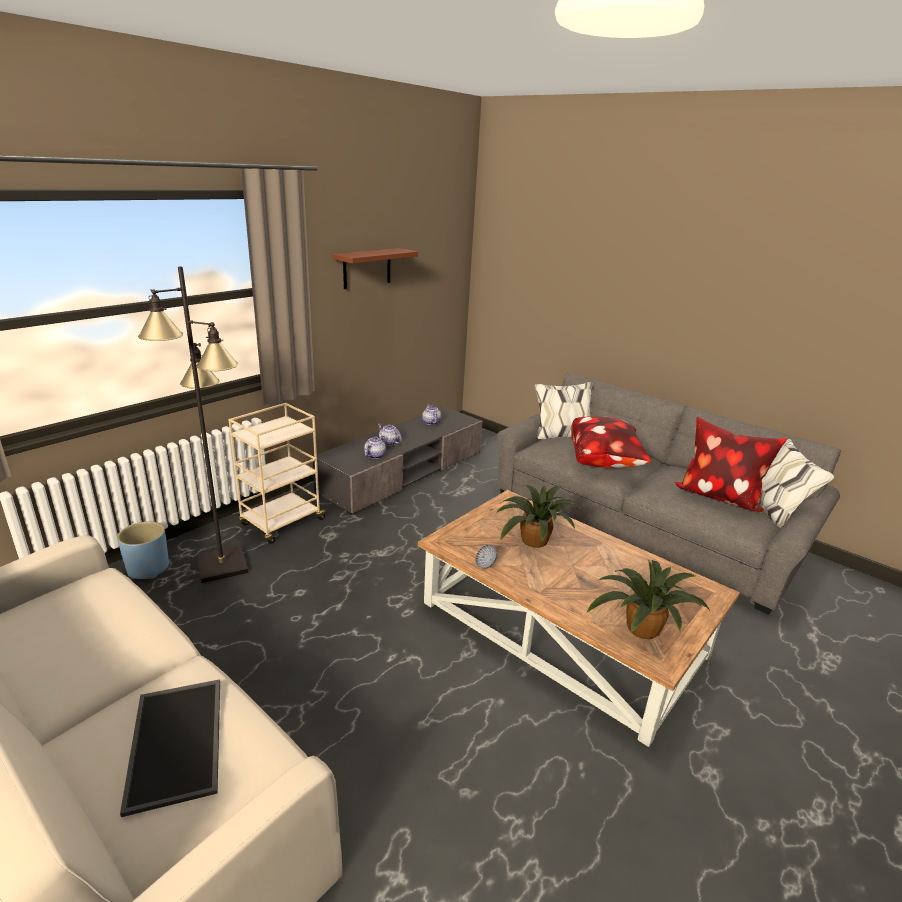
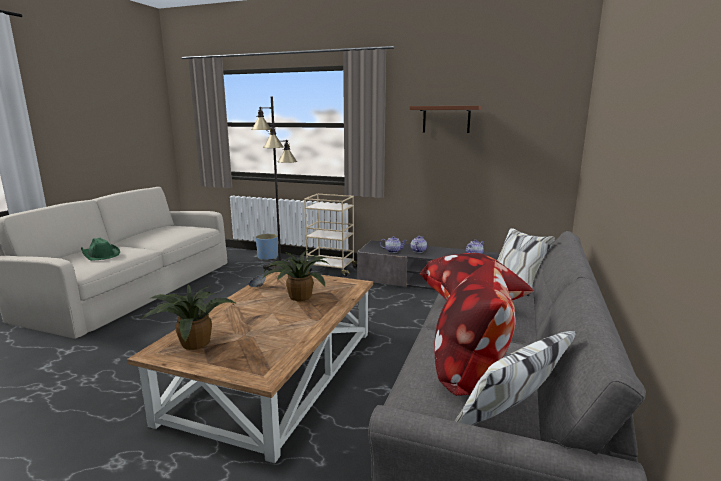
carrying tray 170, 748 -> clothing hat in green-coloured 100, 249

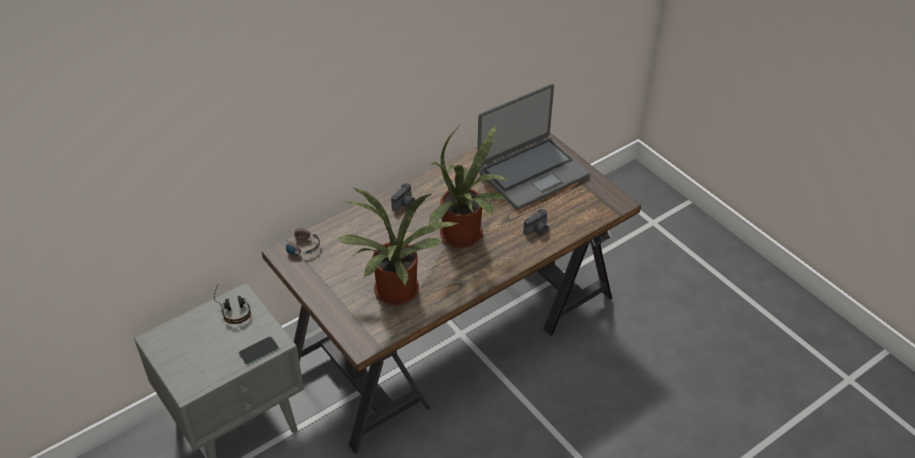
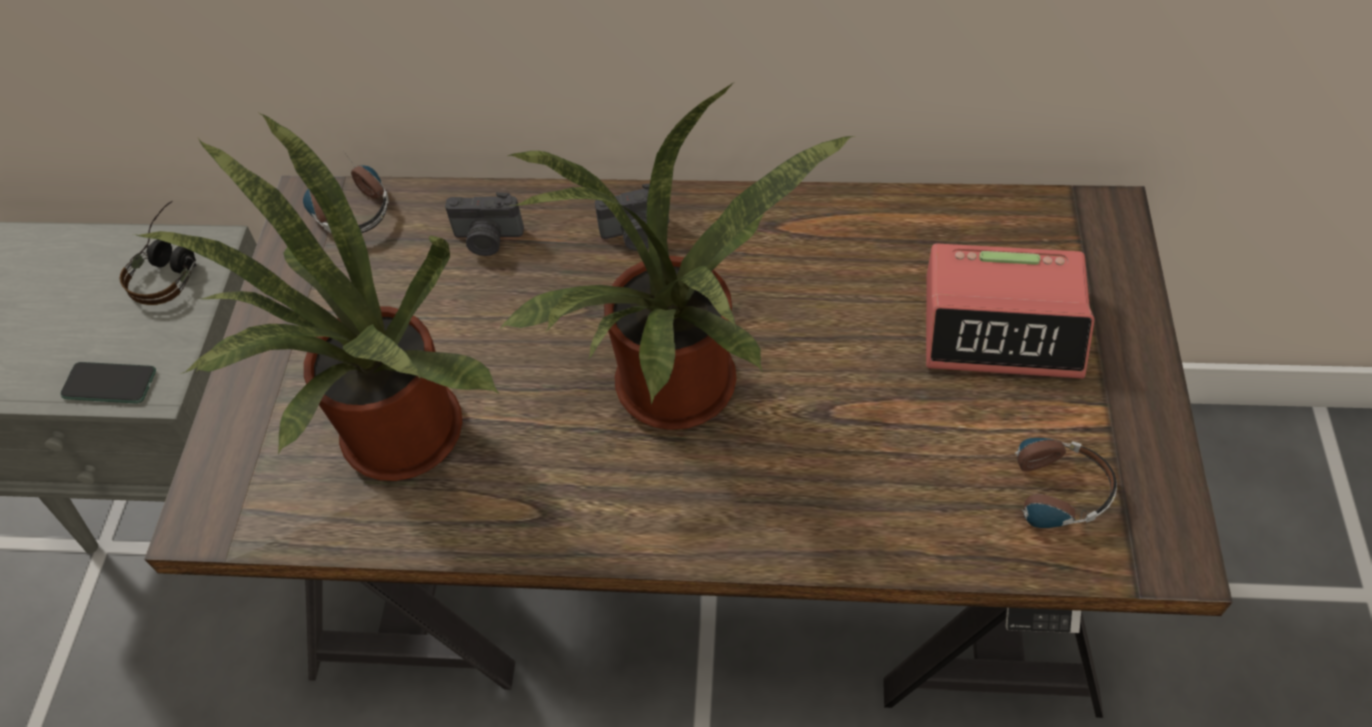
portable computer 533, 146 -> bedside clock 1010, 311
photo camera 536, 222 -> photo camera 484, 224, shifted
none -> headphones 1047, 483

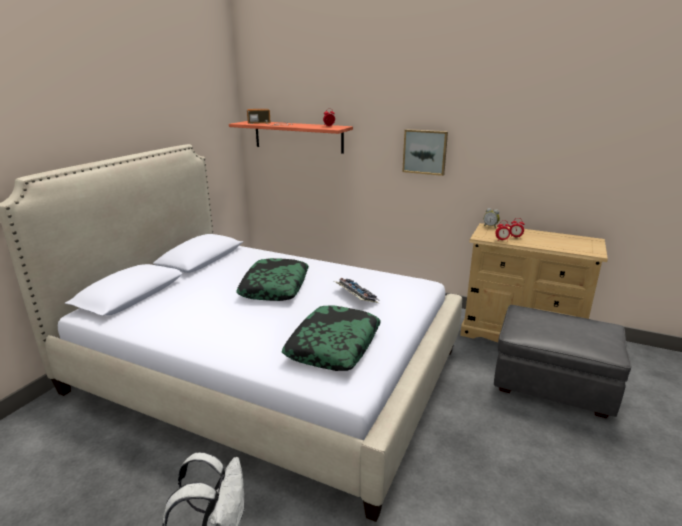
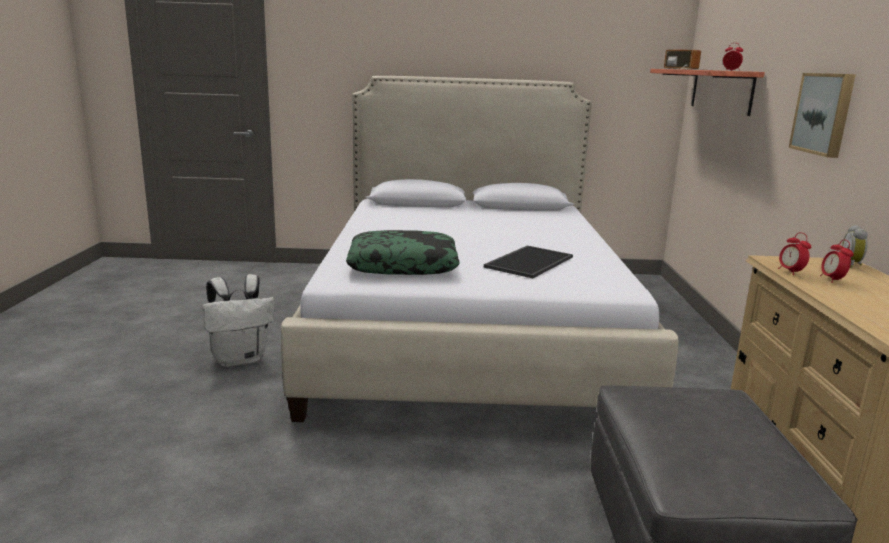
pillow 272, 279 -> none
PC keyboard 356, 290 -> carrying tray 528, 262

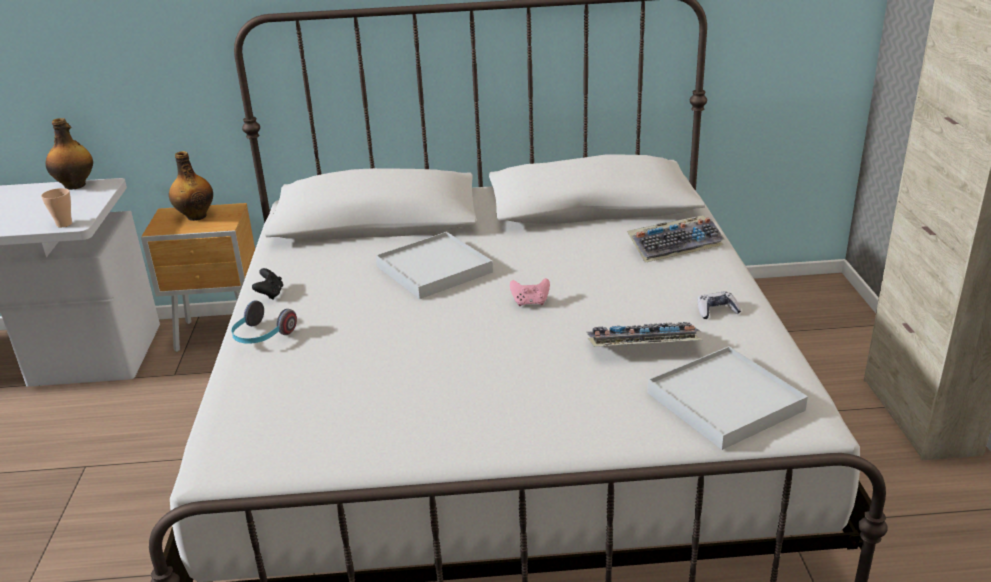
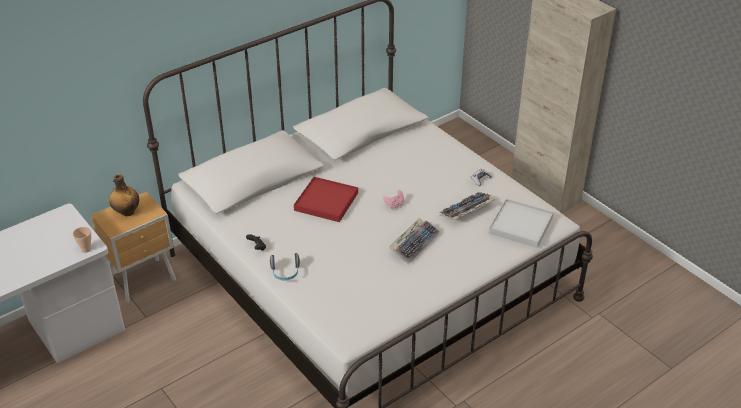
bottle 69, 154 -> none
PC keyboard 676, 239 -> PC keyboard 414, 241, shifted
carrying tray in whitish 434, 265 -> carrying tray in red 326, 199

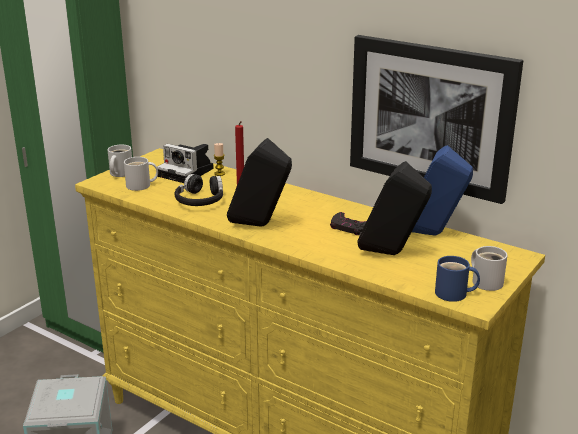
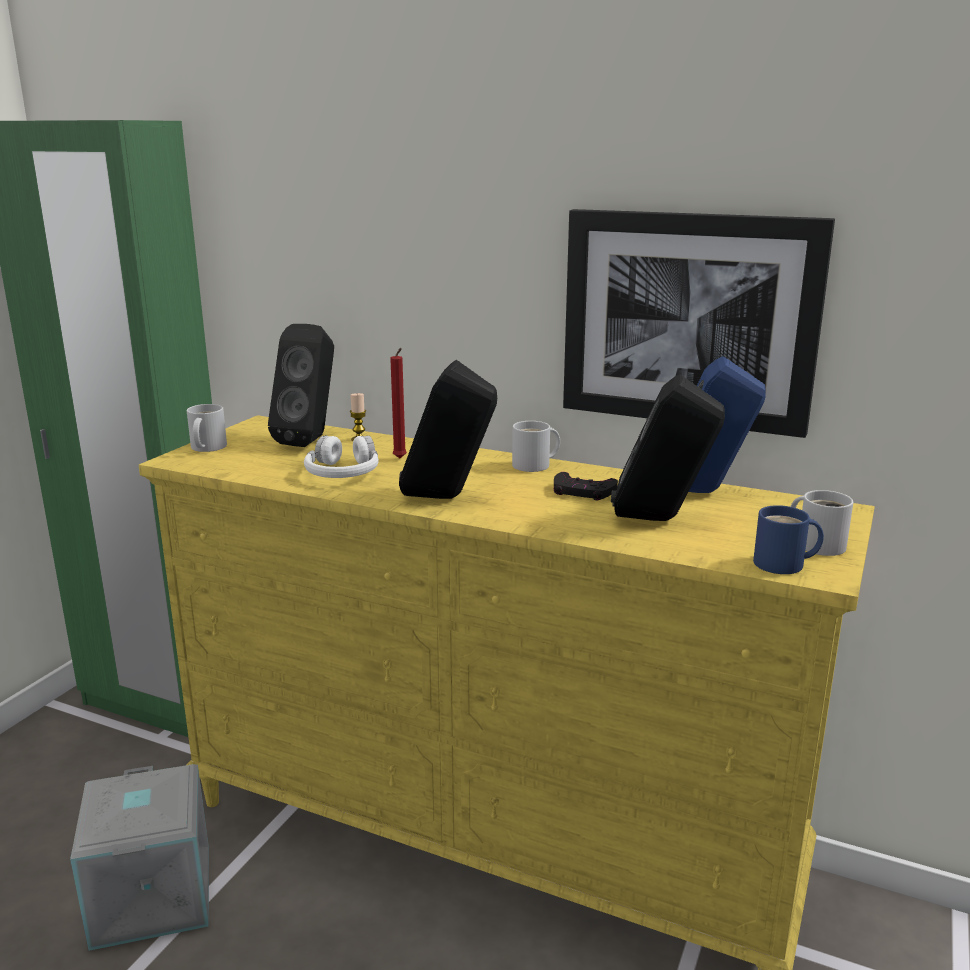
photo camera 185, 163 -> audio speaker in black-coloured 301, 385
coffee mug in whitish 141, 174 -> coffee mug in whitish 536, 446, shifted
headphones in black-coloured 198, 190 -> headphones in whitish 341, 456

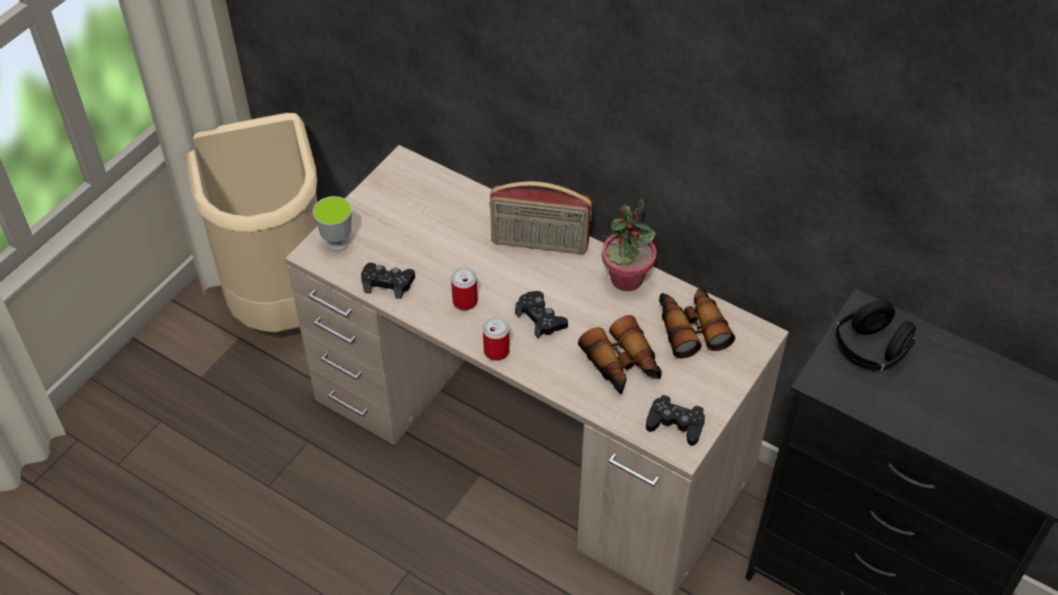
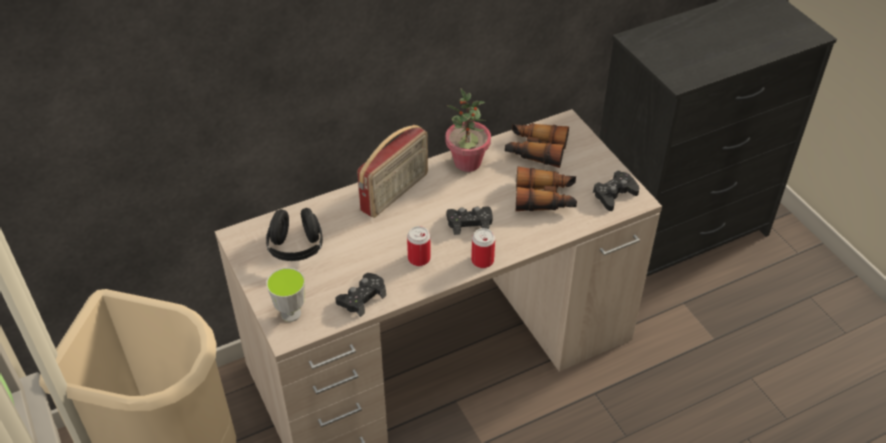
headphones in black-coloured 875, 336 -> headphones in black-coloured 294, 234, shifted

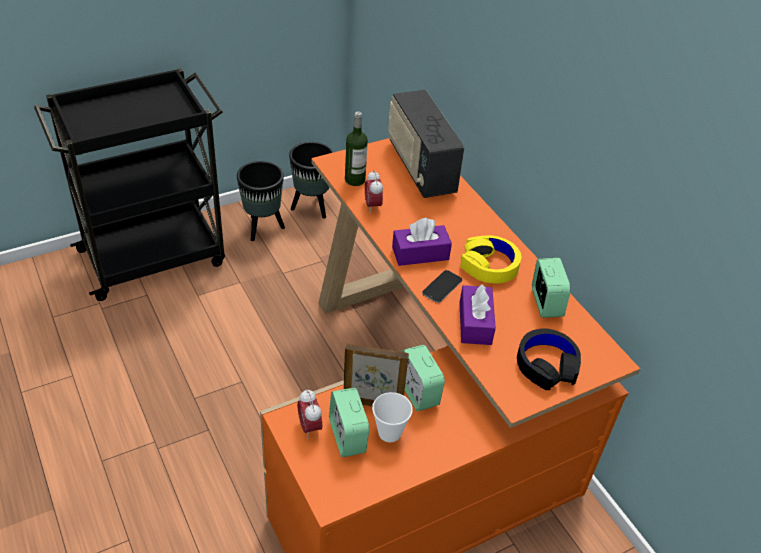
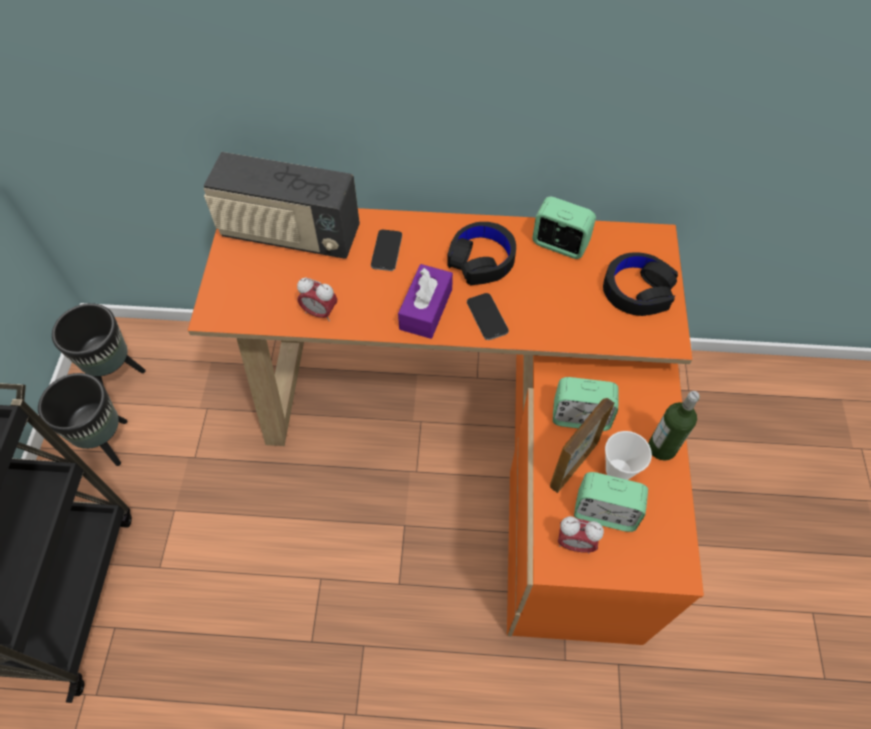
bottle 356, 149 -> bottle 674, 426, shifted
headphones in yellow 491, 259 -> headphones in black-coloured 481, 253
tissue holder in purple-coloured 478, 314 -> none
none -> telephone 386, 250

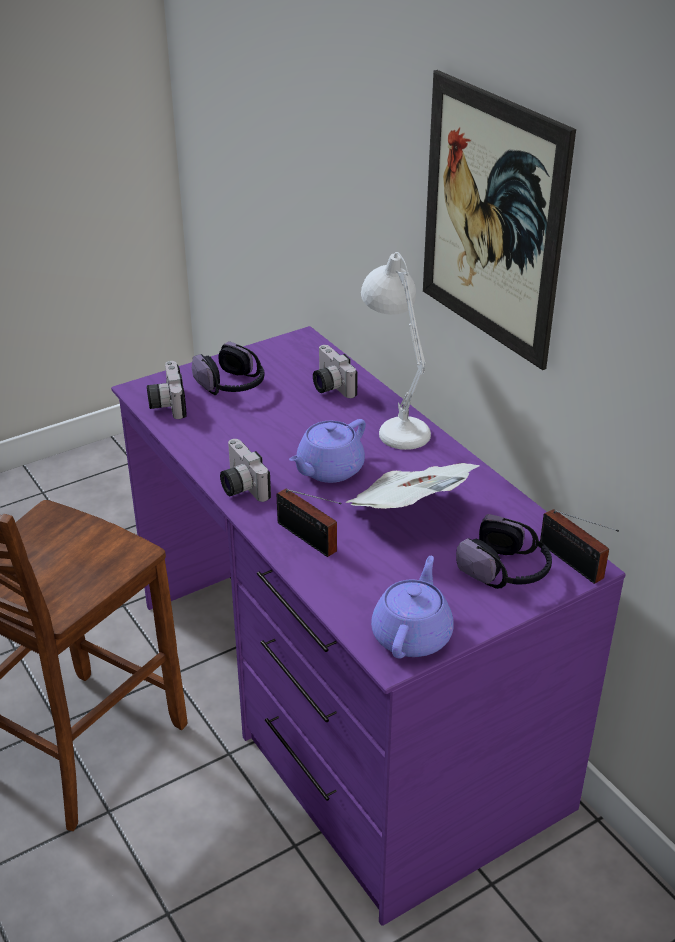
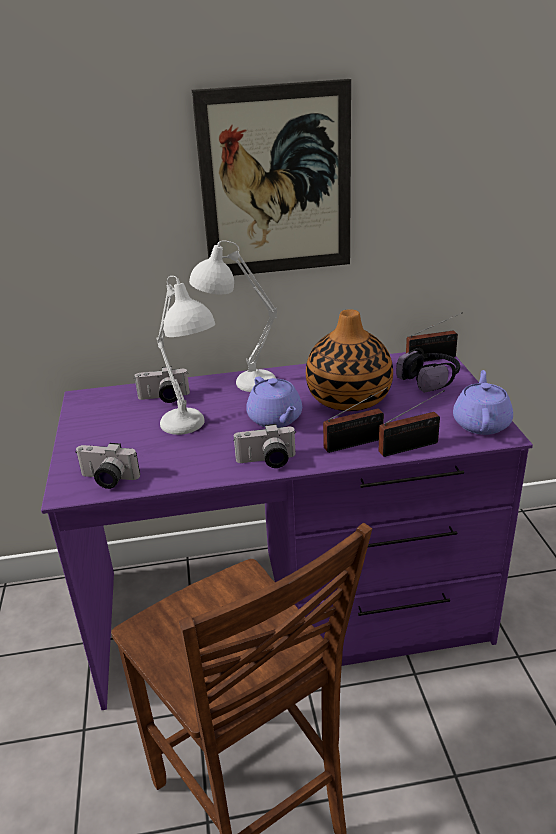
headphones 228, 368 -> none
daily paper 412, 486 -> decorative vase 349, 360
pot for tea in purple-coloured 412, 607 -> pot for tea in purple-coloured 483, 402, 60 degrees clockwise
none -> table lamp in whitish 185, 355
none -> radio receiver 412, 423

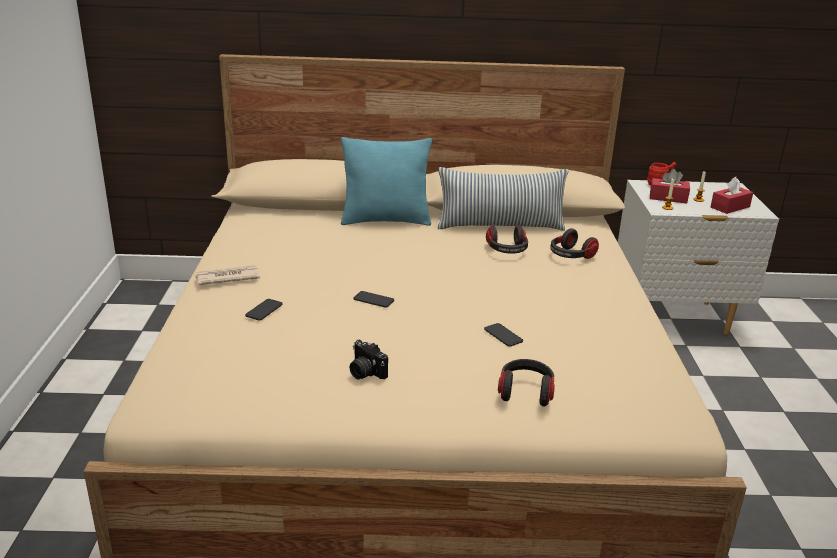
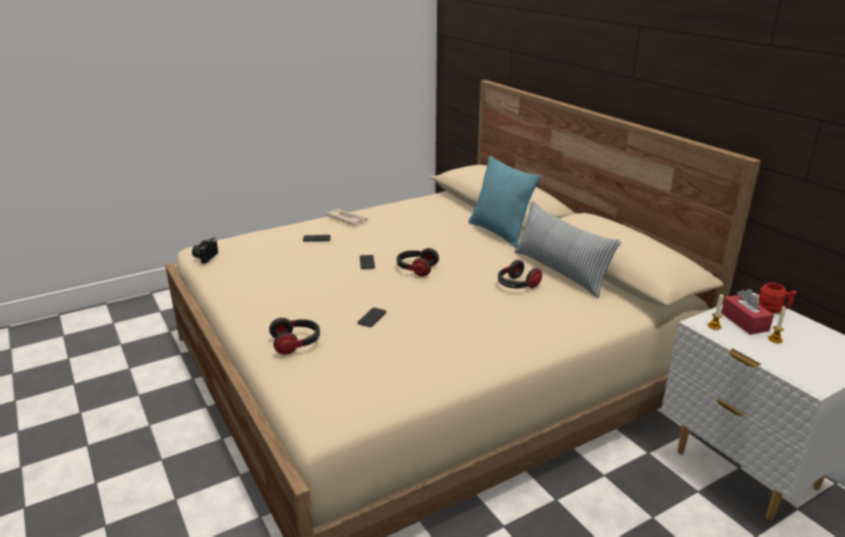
tissue holder in red 731, 195 -> none
headphones 574, 243 -> headphones 418, 262, shifted
photo camera 368, 359 -> photo camera 205, 250, shifted

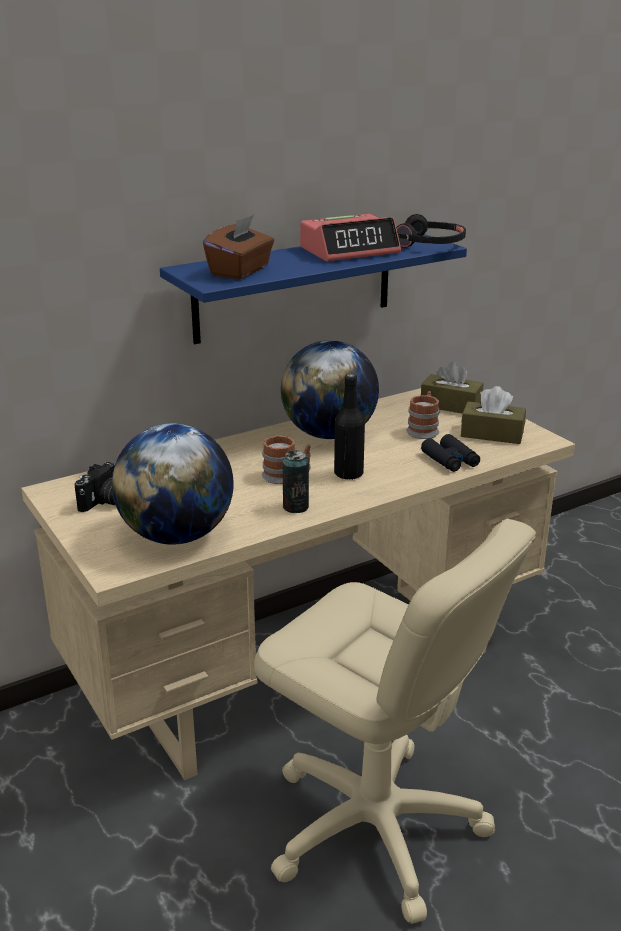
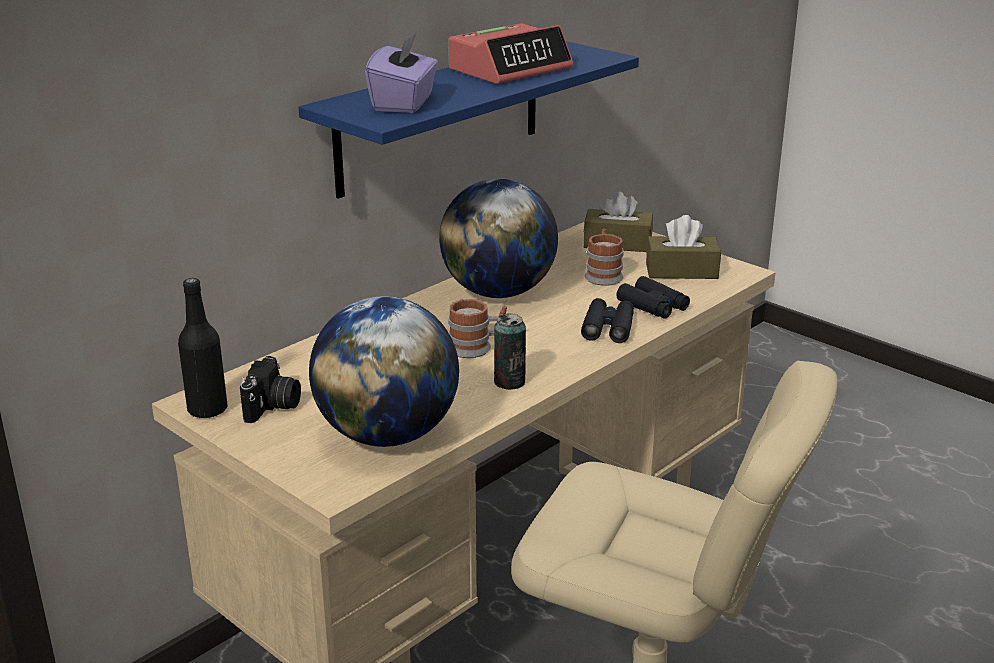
headphones in black-coloured 431, 231 -> none
tissue holder in brownish 238, 247 -> tissue holder in purple-coloured 401, 73
bottle in black-coloured 349, 427 -> bottle in black-coloured 202, 348, shifted
none -> pair of binoculars in black-coloured 607, 320

